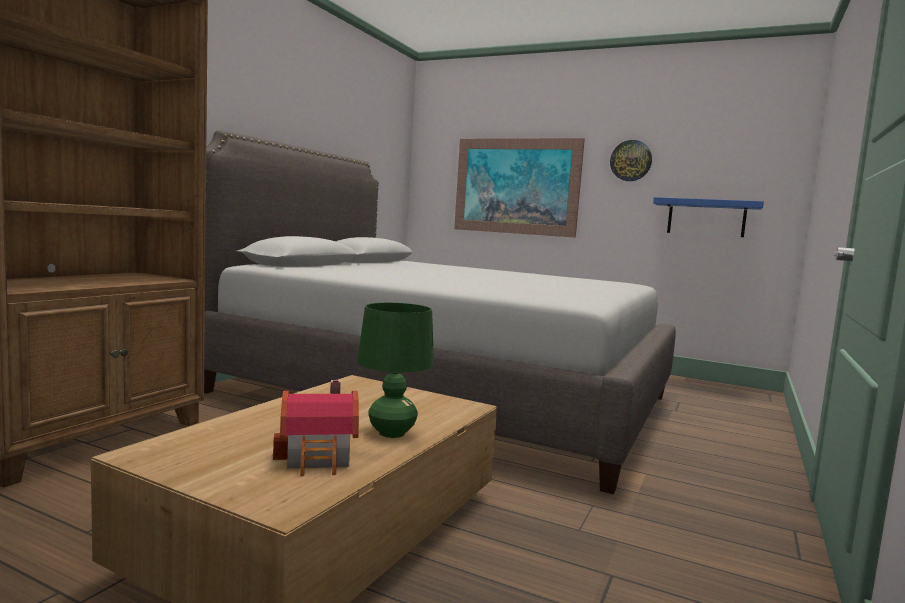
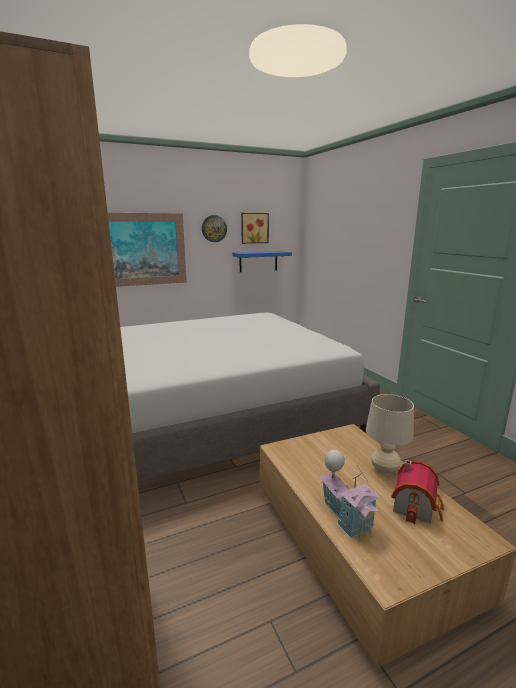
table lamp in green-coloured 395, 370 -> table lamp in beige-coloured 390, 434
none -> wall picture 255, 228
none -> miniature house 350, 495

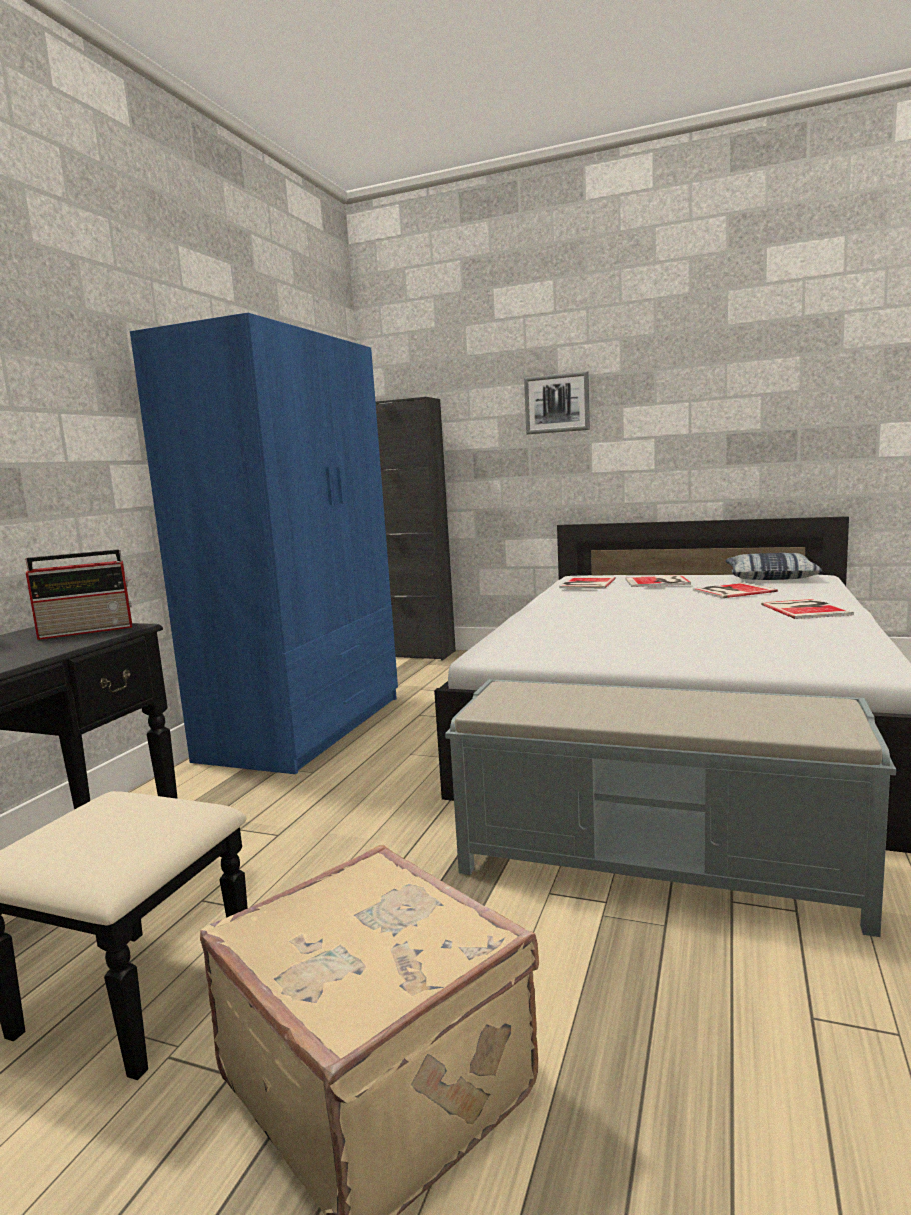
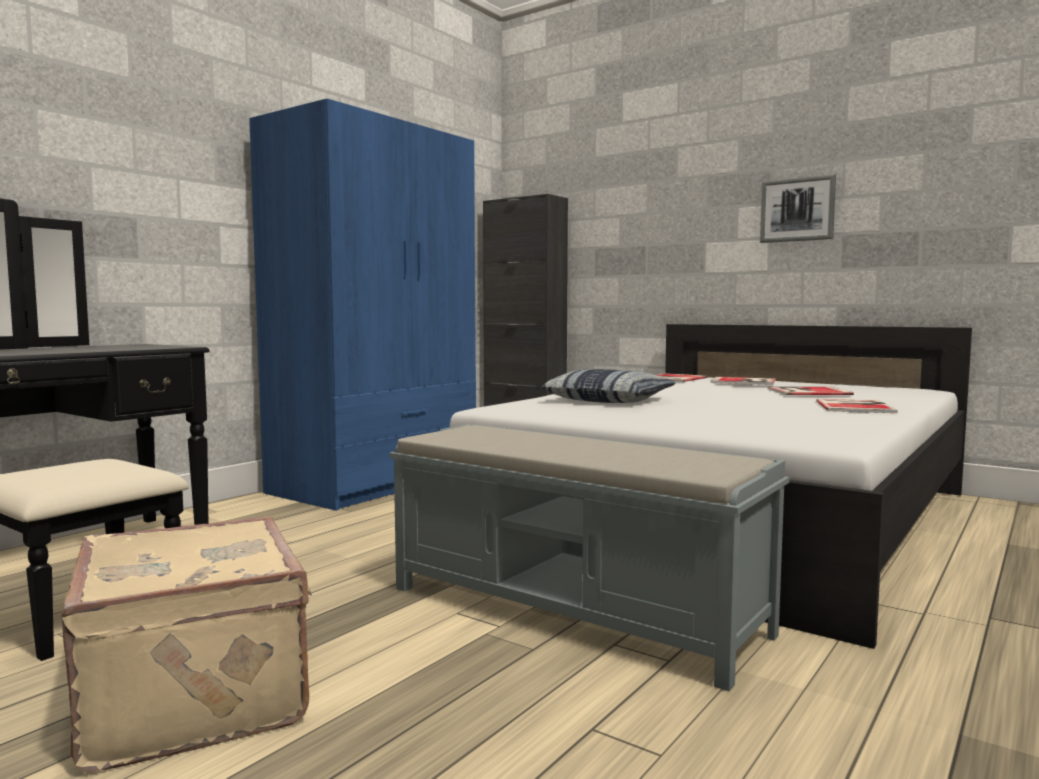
wall picture 557, 402 -> wall picture 798, 208, shifted
radio receiver 78, 594 -> none
pillow 774, 566 -> pillow 609, 386, shifted

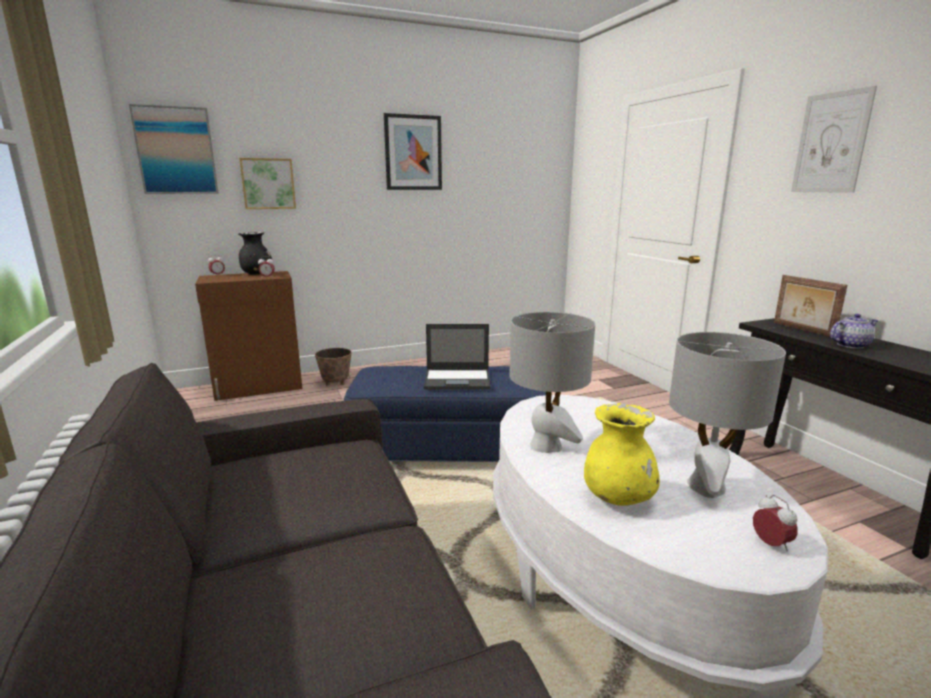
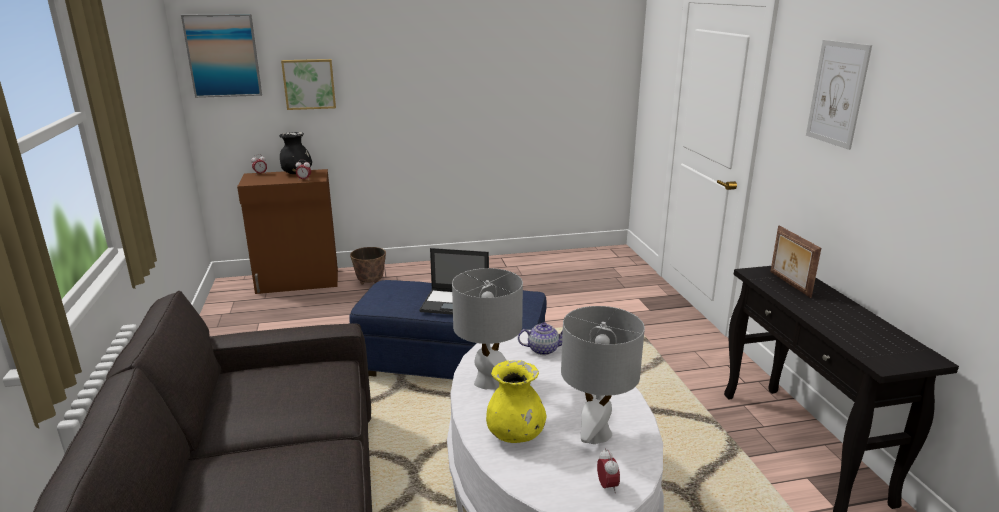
wall picture 413, 151 -> none
pot for tea 854, 331 -> pot for tea 540, 338, shifted

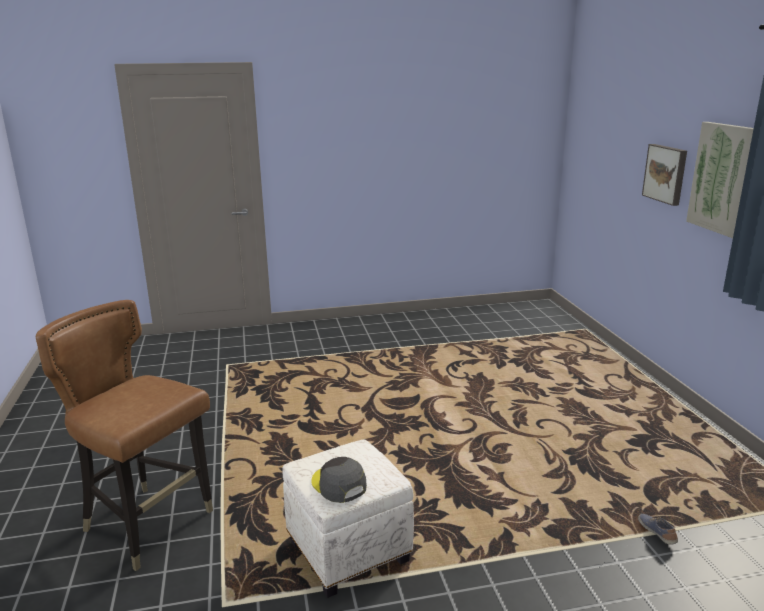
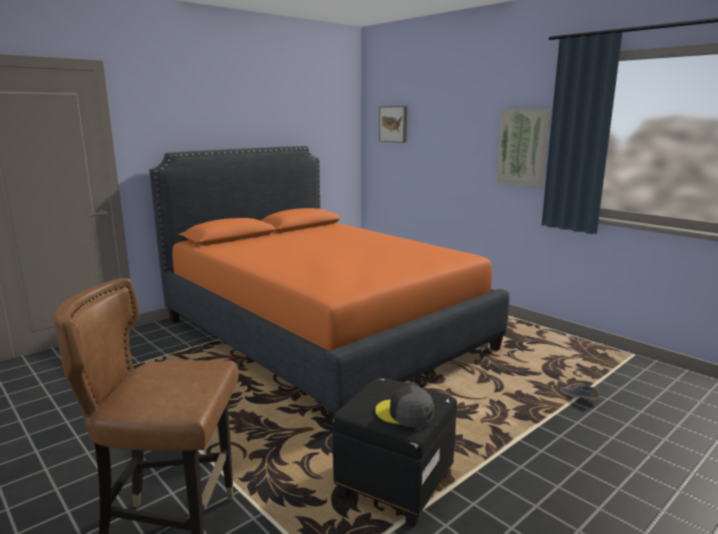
wall picture 664, 175 -> wall picture 393, 124, shifted
ottoman in whitish 348, 519 -> ottoman in black-coloured 394, 452
none -> bedroom bed in orangey 329, 285

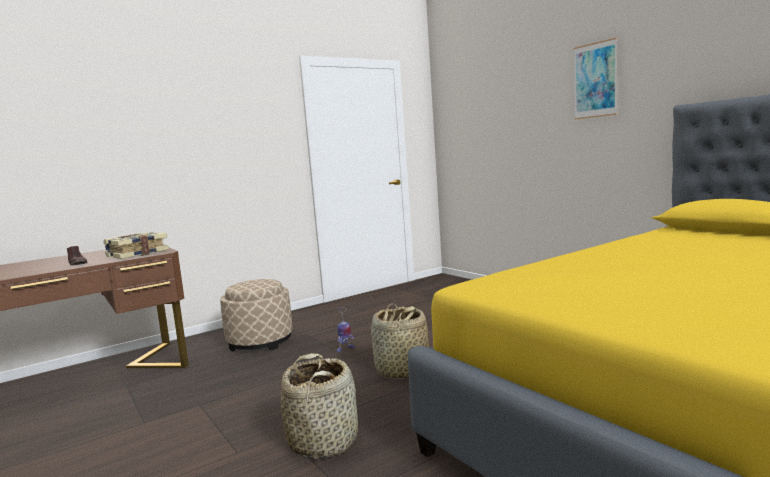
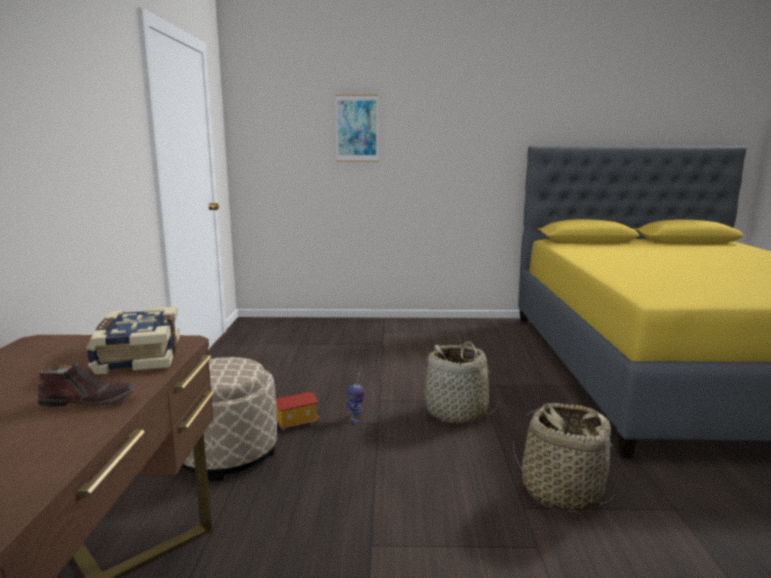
wall picture 595, 78 -> wall picture 356, 128, shifted
none -> miniature house 298, 411

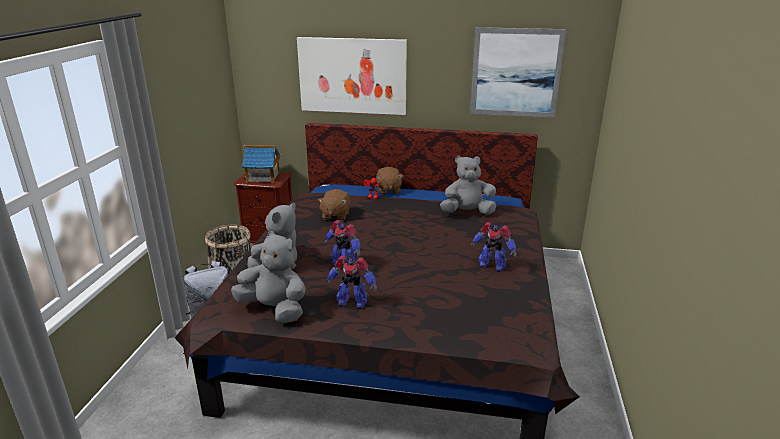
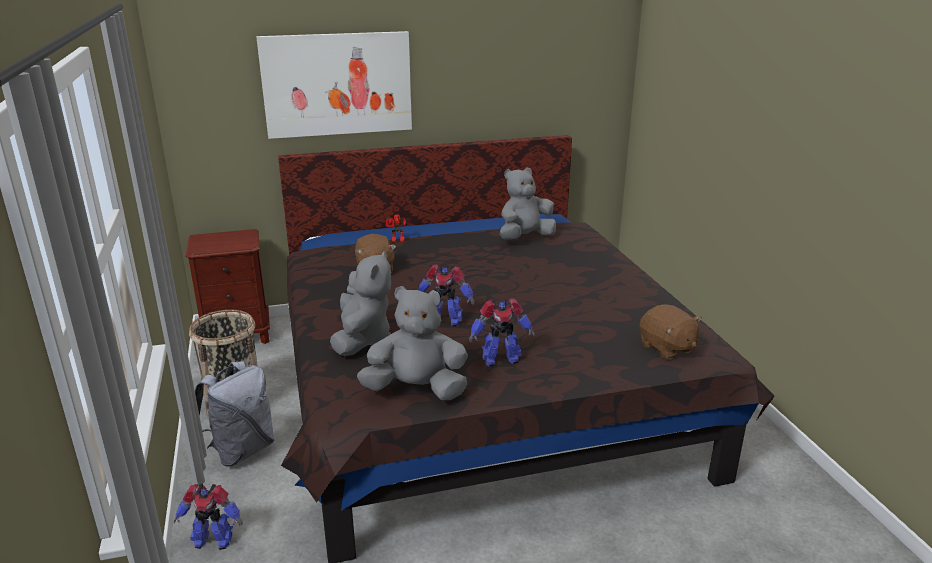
wall picture 518, 72 -> none
miniature house 261, 164 -> none
plush toy in brownish 389, 181 -> plush toy in brownish 671, 332, shifted
toy robot 493, 247 -> toy robot 208, 517, shifted

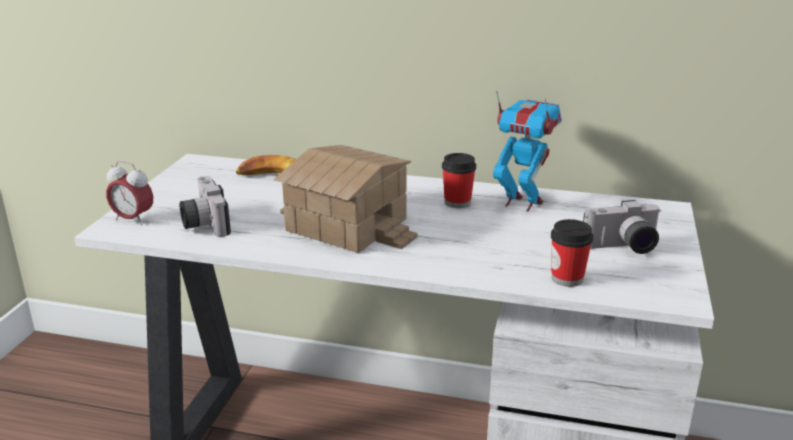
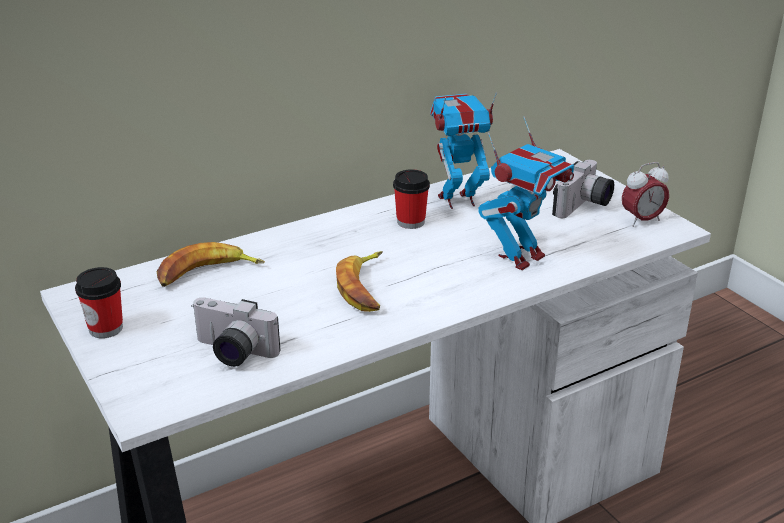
miniature house 346, 199 -> banana fruit 359, 281
bedside clock 129, 193 -> bedside clock 645, 194, shifted
drinking cup 572, 253 -> drinking cup 99, 302, shifted
none -> toy robot 526, 193

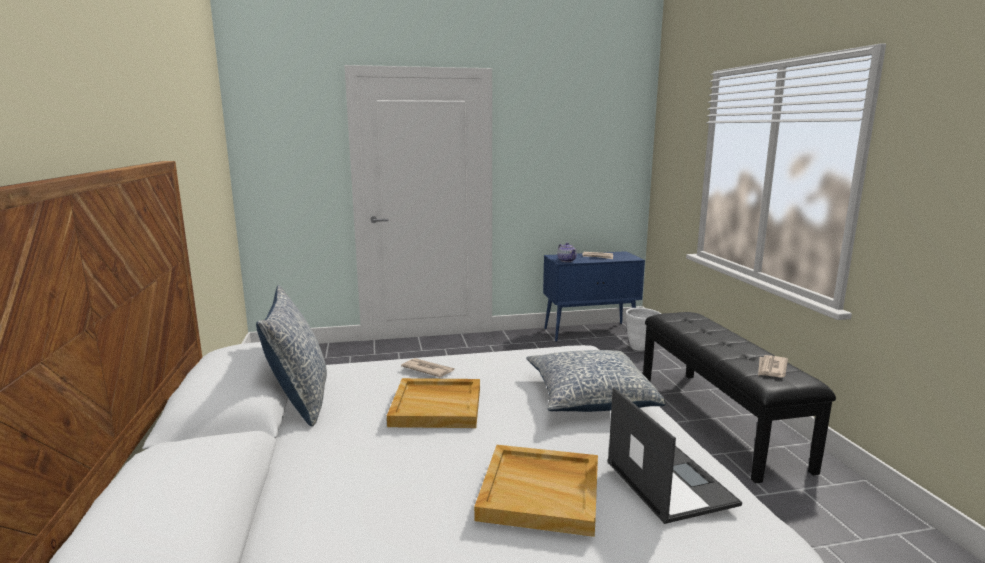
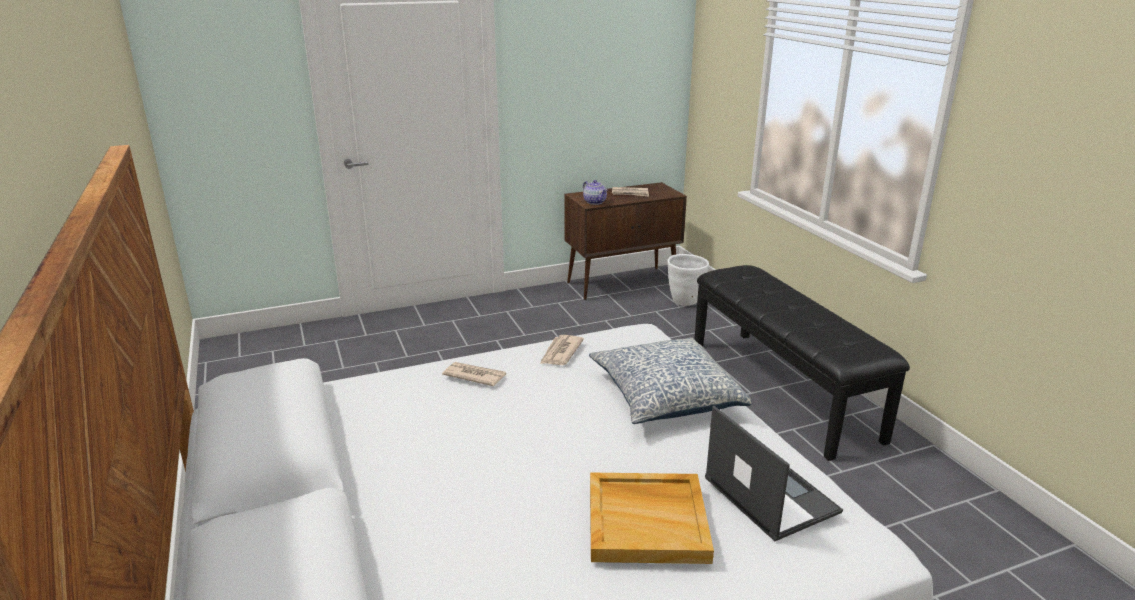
cabinet in blue-coloured 594, 296 -> cabinet in brownish 625, 241
pillow 291, 355 -> none
daily paper 773, 366 -> daily paper 562, 350, shifted
carrying tray in beige-coloured 433, 403 -> none

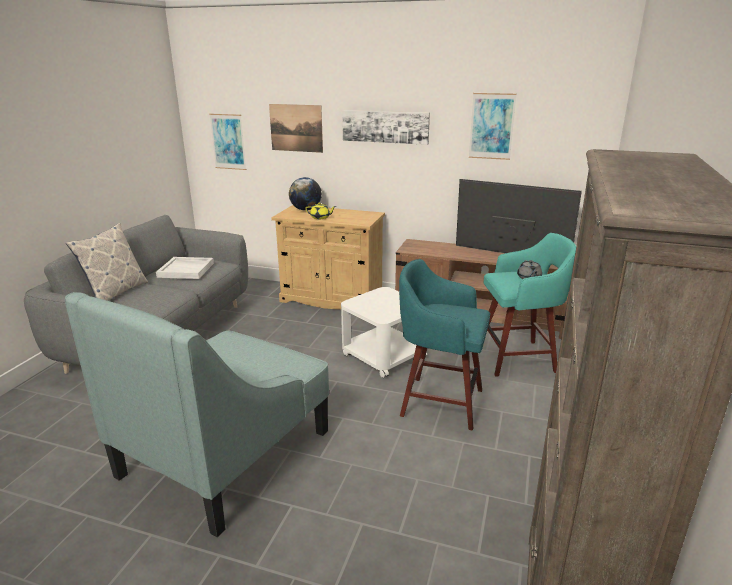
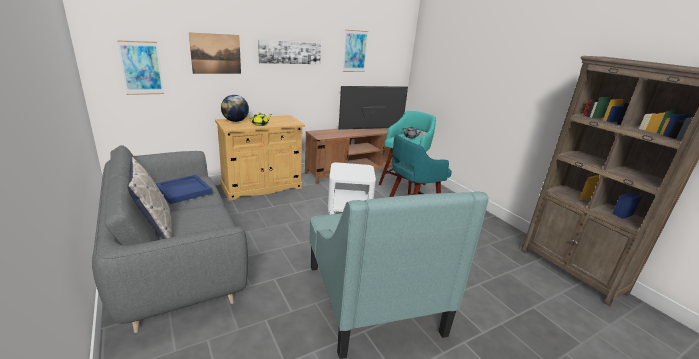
carrying tray in whitish 185, 268 -> carrying tray in blue-coloured 183, 189

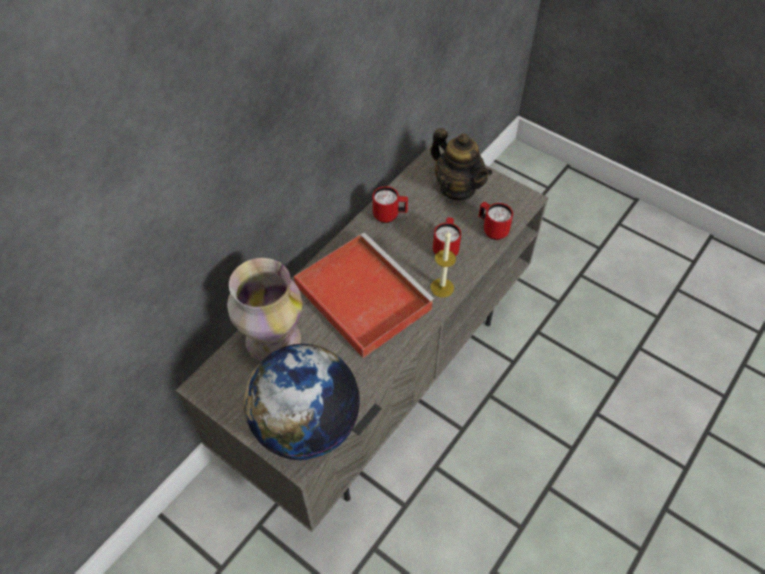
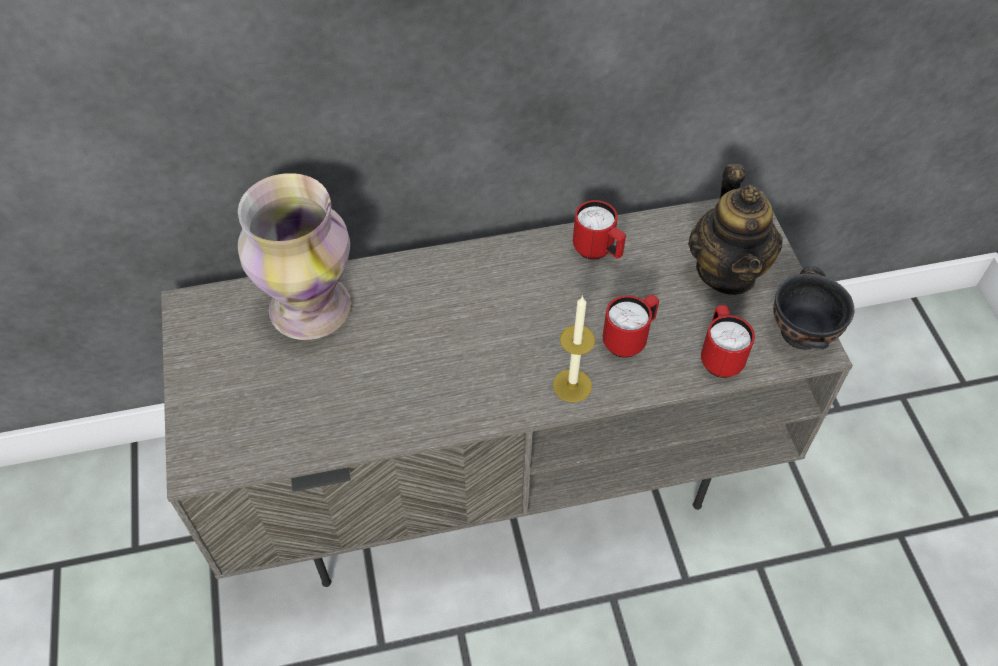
carrying tray in red 364, 295 -> none
desk globe 302, 402 -> none
none -> deep dish in black-coloured 814, 308

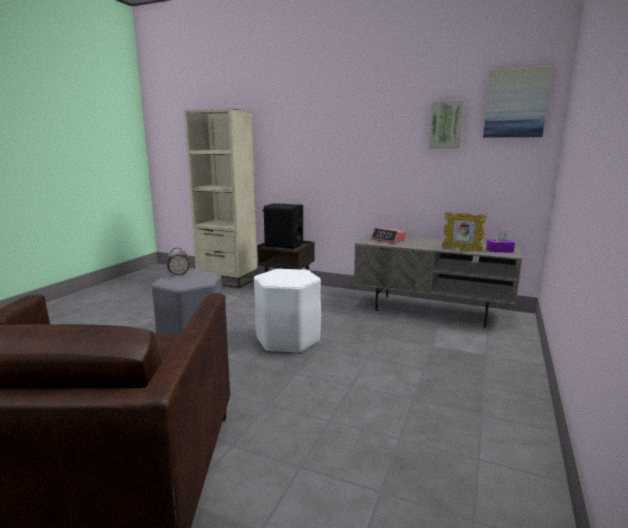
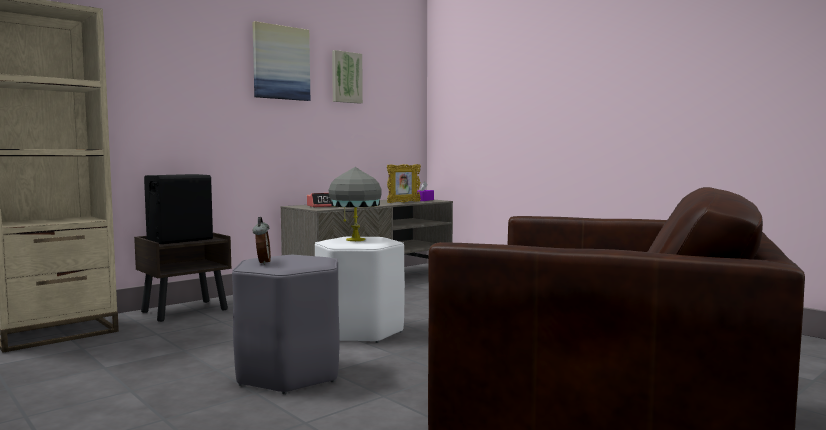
wall picture 517, 101 -> wall picture 281, 61, shifted
none -> table lamp in grey 355, 204

